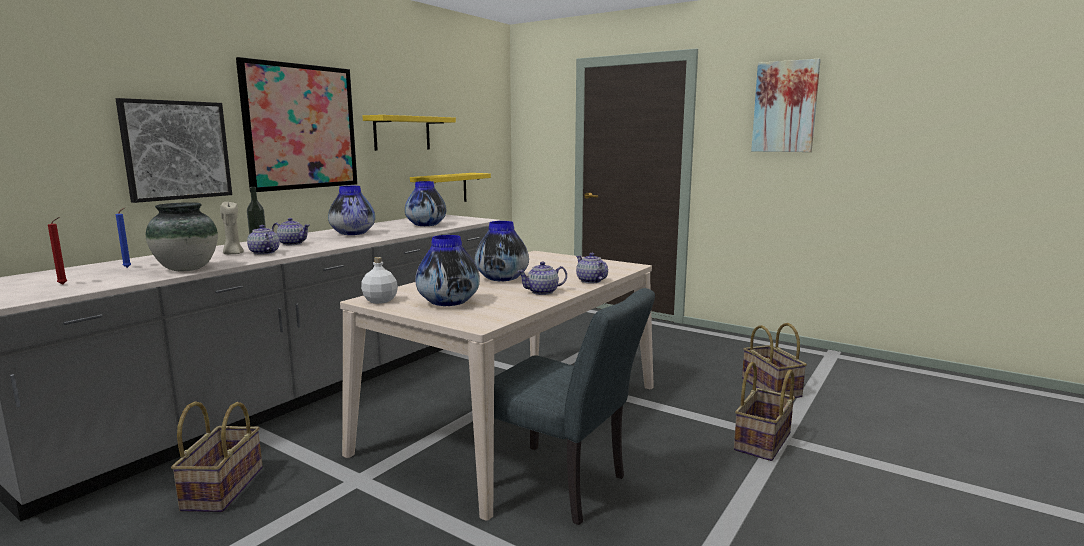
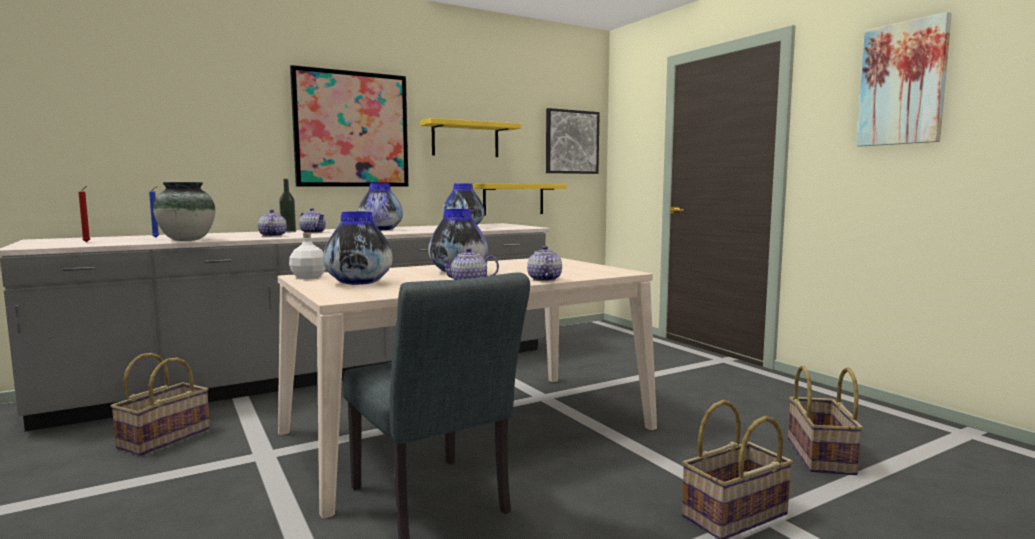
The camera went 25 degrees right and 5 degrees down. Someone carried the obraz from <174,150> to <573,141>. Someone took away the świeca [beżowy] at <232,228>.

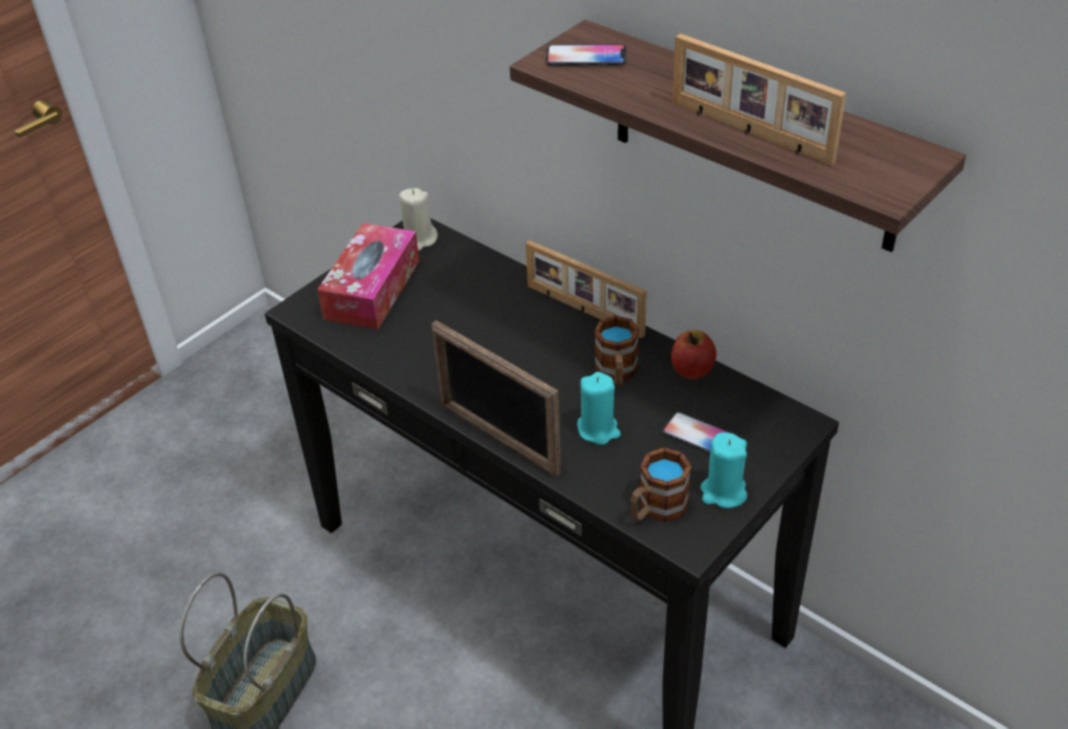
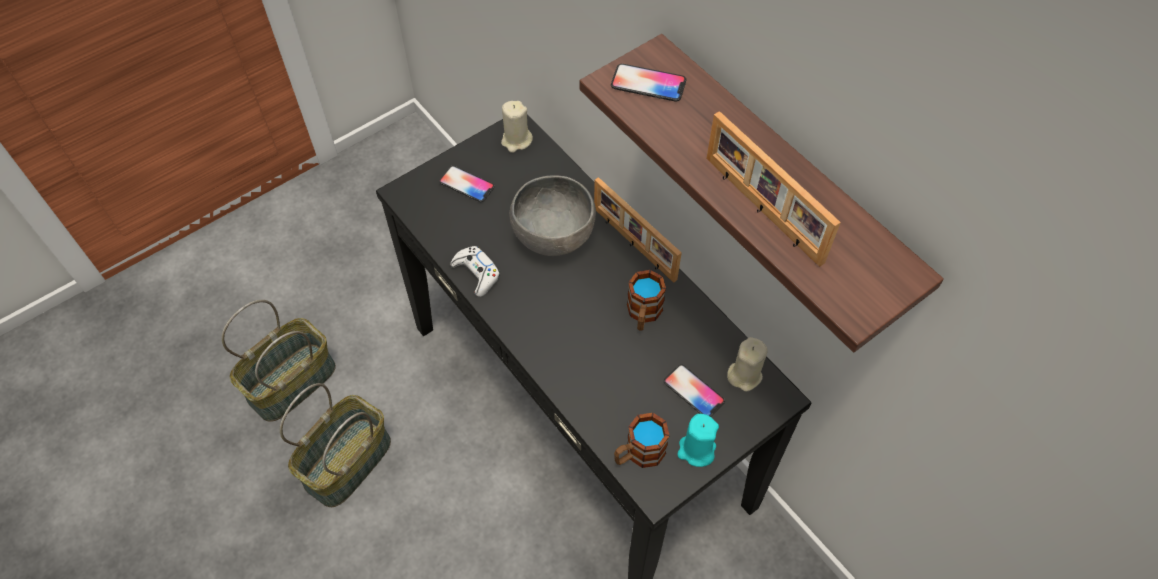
The camera went 10 degrees right and 15 degrees up. Someone swapped the pudełko chusteczek at <368,276> for the telefon at <467,184>. Someone took away the ramka na zdjęcie at <496,398>. Someone took away the świeca [turkusowy] at <599,408>. Someone took away the jabłko at <694,354>. Someone put down the koszyk at <278,361>. Someone put down the pad do gier [biały] at <475,271>. Someone put down the miska [szary] at <553,215>. Someone put down the świeca [beżowy] at <747,364>.

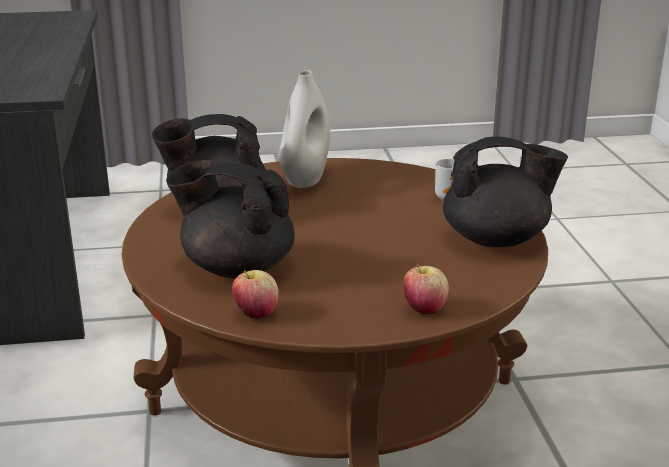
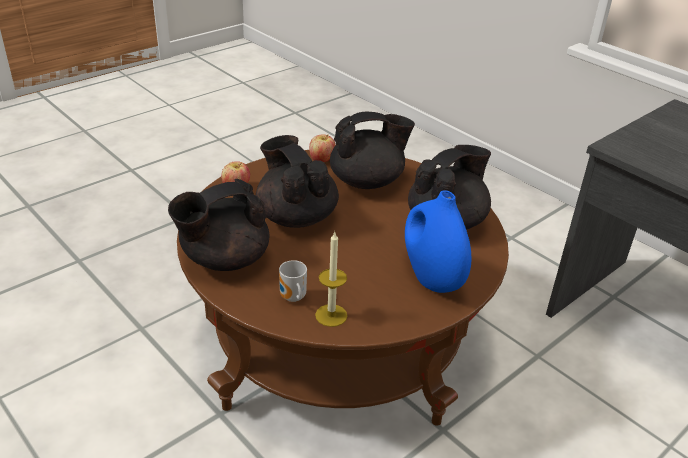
The camera went 145 degrees right and 10 degrees up. Someone repainted the wazon [biały] at <304,129>, which became the wazon [niebieski] at <438,241>. Someone put down the imbryk [czarny] at <297,181>. Someone put down the świeca at <331,279>.

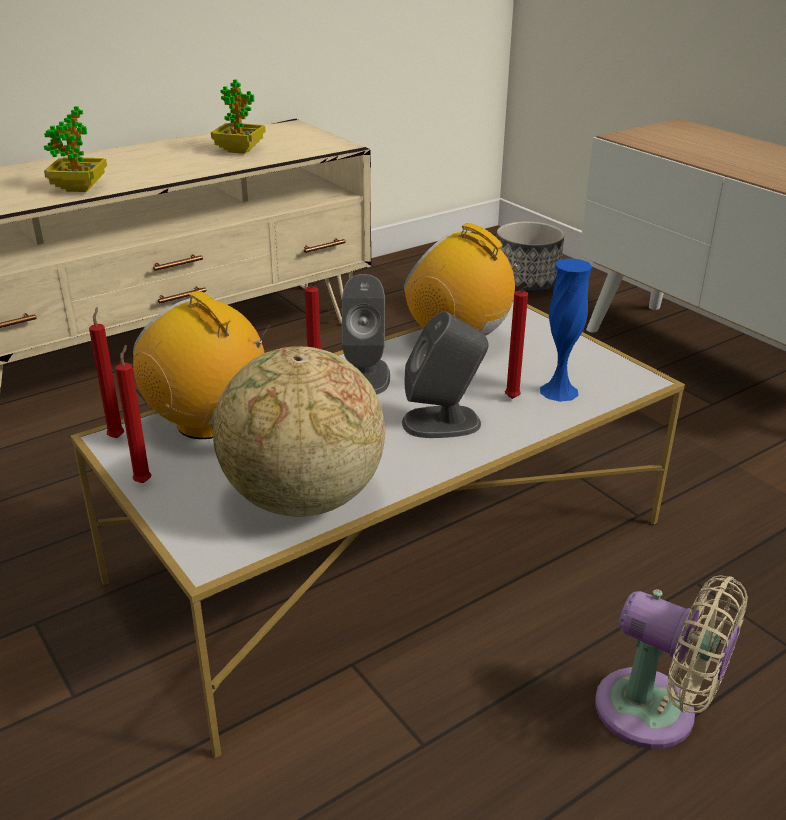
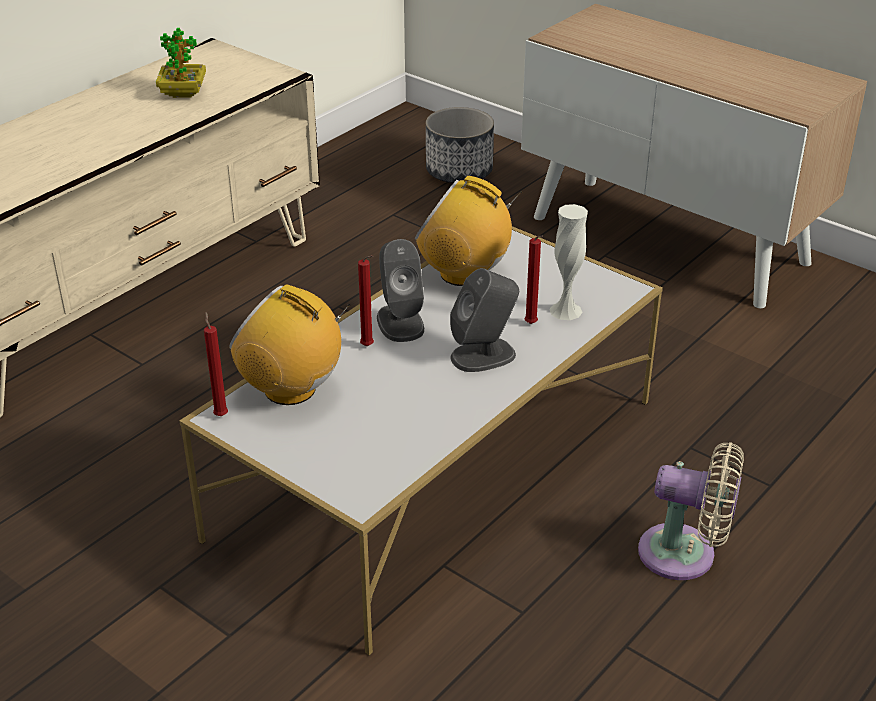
The camera went 15 degrees left and 5 degrees up. Someone took away the roślina doniczkowa at <75,149>. Someone took away the świeca [czerwony] at <133,413>. Someone took away the globus at <299,431>. Someone repainted the wazon [niebieski] at <566,330>, which became the wazon [biały] at <568,262>.

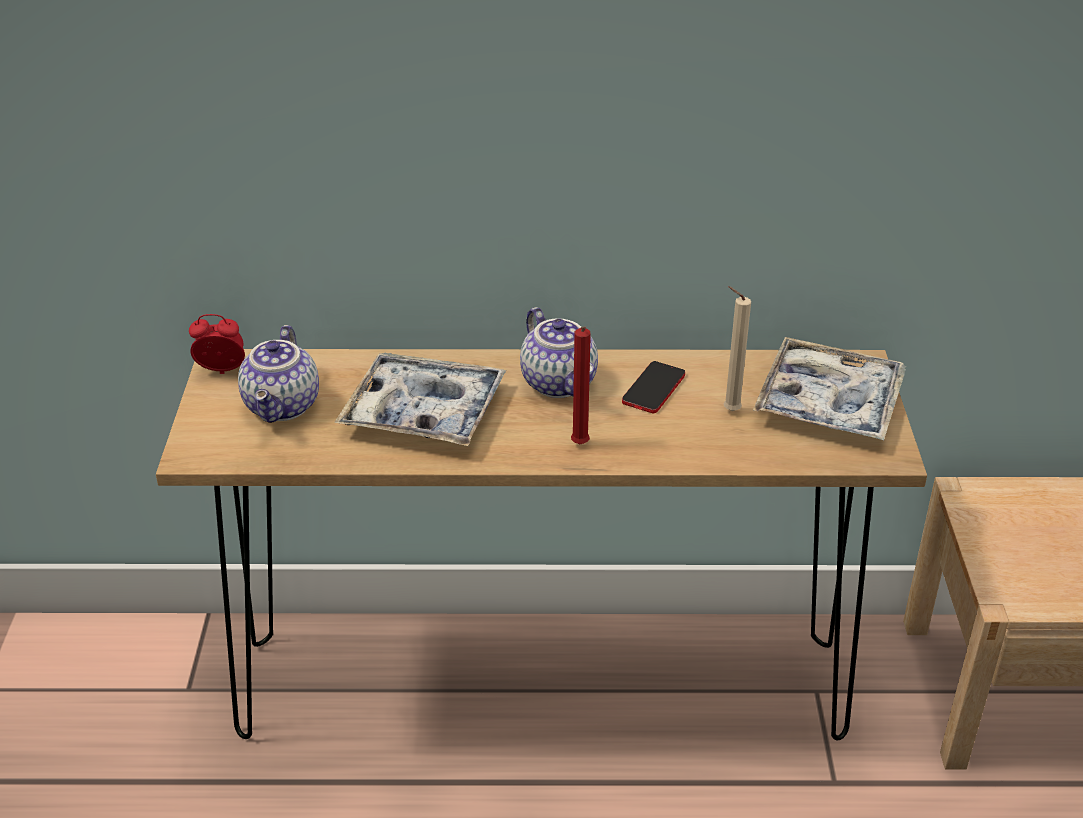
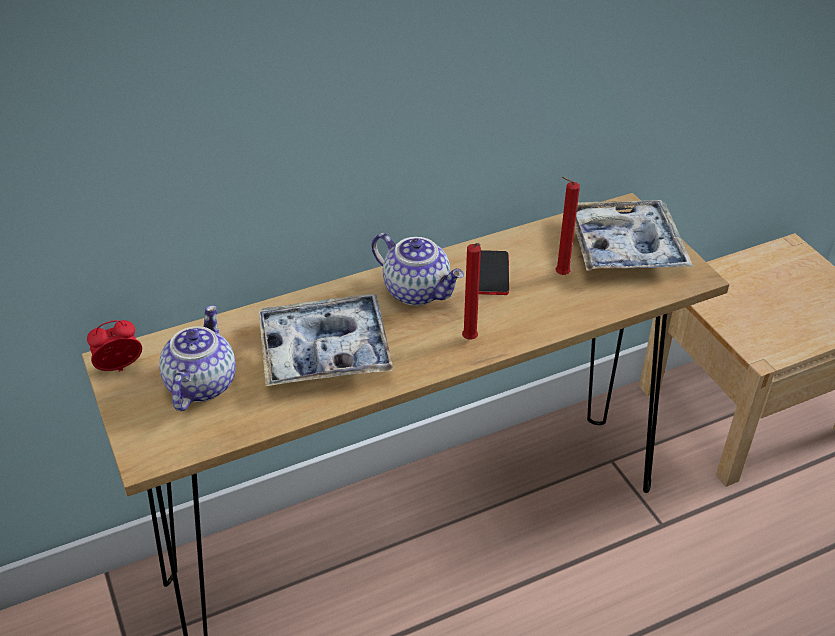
The camera went 25 degrees left and 5 degrees up. Someone rotated the imbryk at <278,374> by 150 degrees counterclockwise. Someone repainted the świeca [beżowy] at <737,348>, which became the świeca [czerwony] at <568,226>.

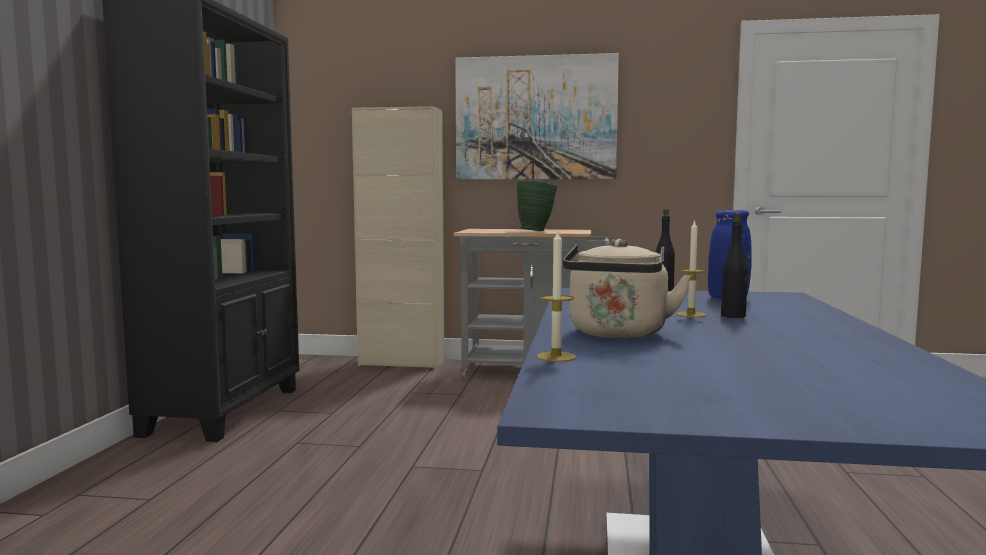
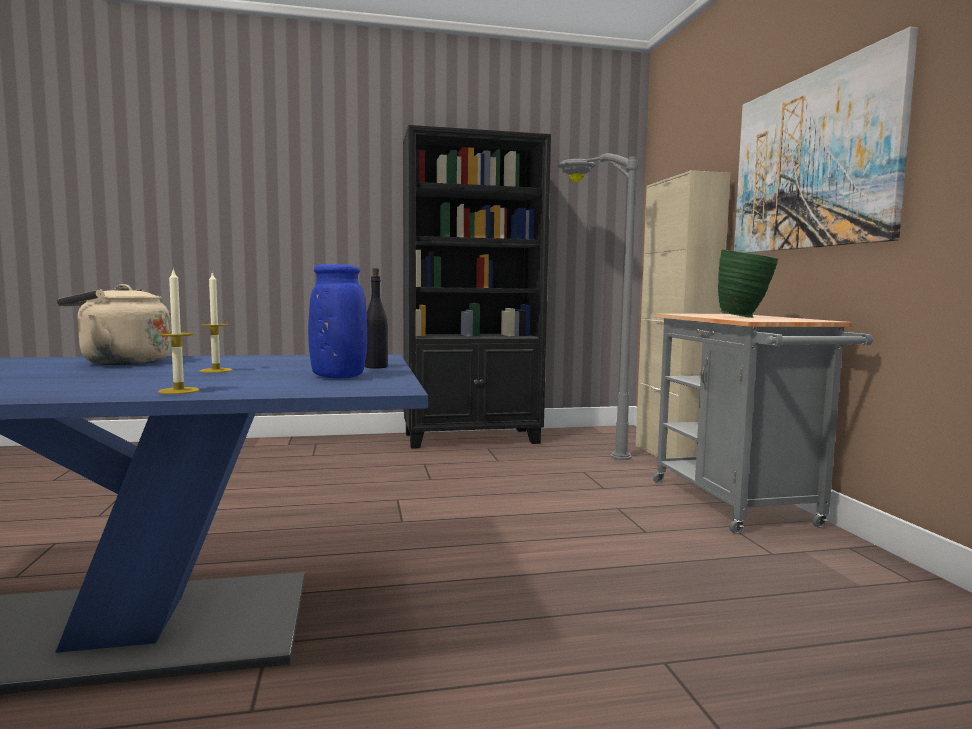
The camera went 70 degrees right and 0 degrees up. Someone carried the świeca from <556,296> to <179,331>. Someone took away the butelka [czarny] at <735,265>. Someone put down the lampa stojąca [szary] at <598,306>.

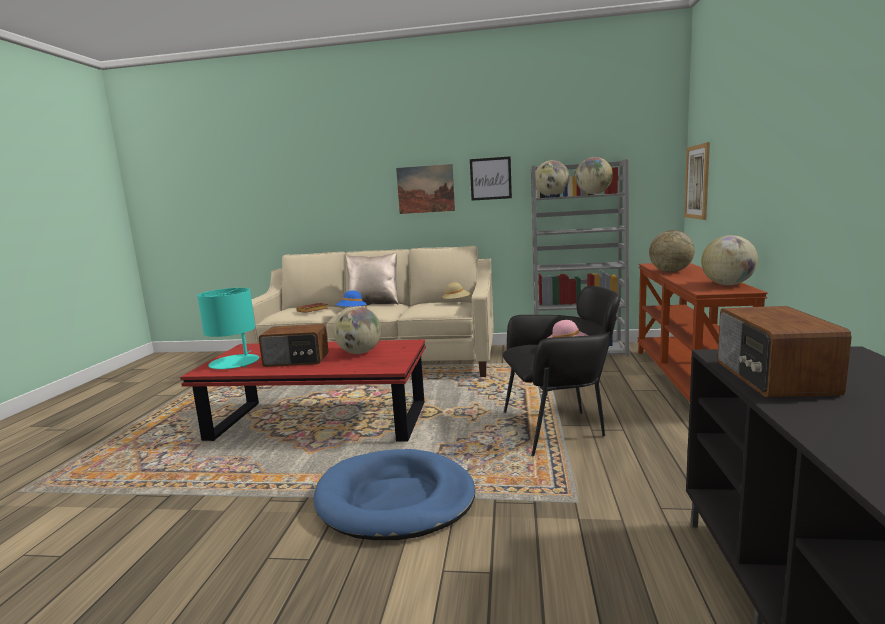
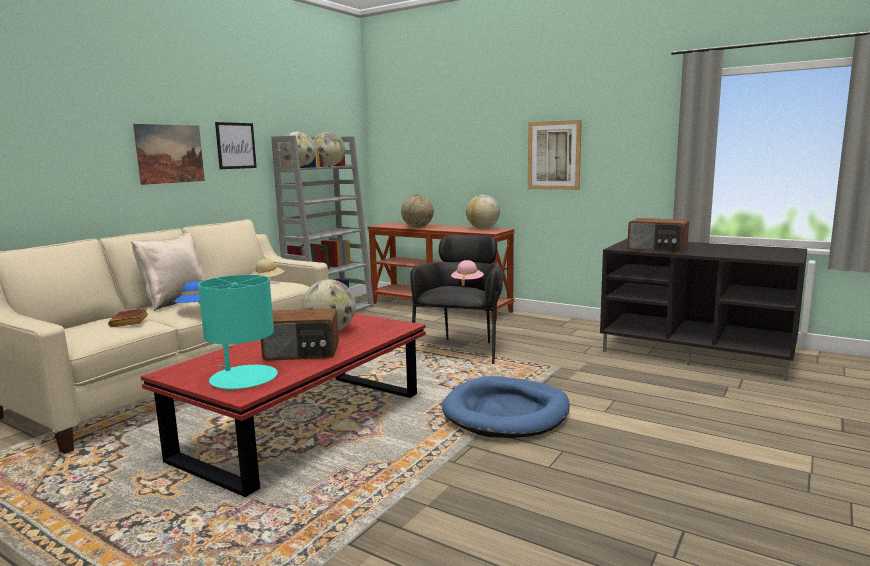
The camera went 65 degrees left and 0 degrees up. Someone rotated the radio at <294,345> by 60 degrees clockwise. Someone carried the obraz from <697,181> to <555,155>.

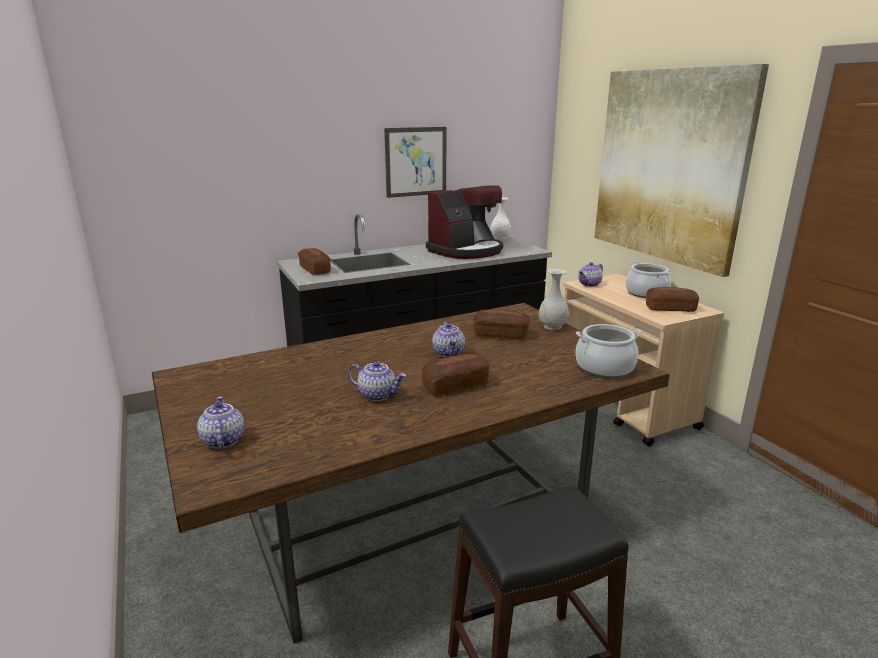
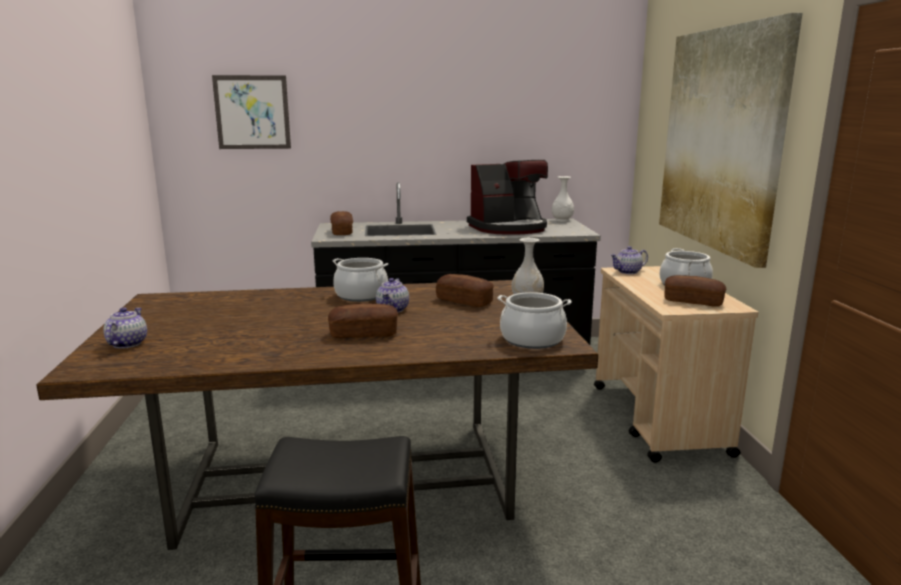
The camera went 20 degrees right and 5 degrees down. Someone took away the imbryk at <377,381>. Someone carried the obraz from <415,162> to <251,112>. Someone put down the garnek at <360,280>.

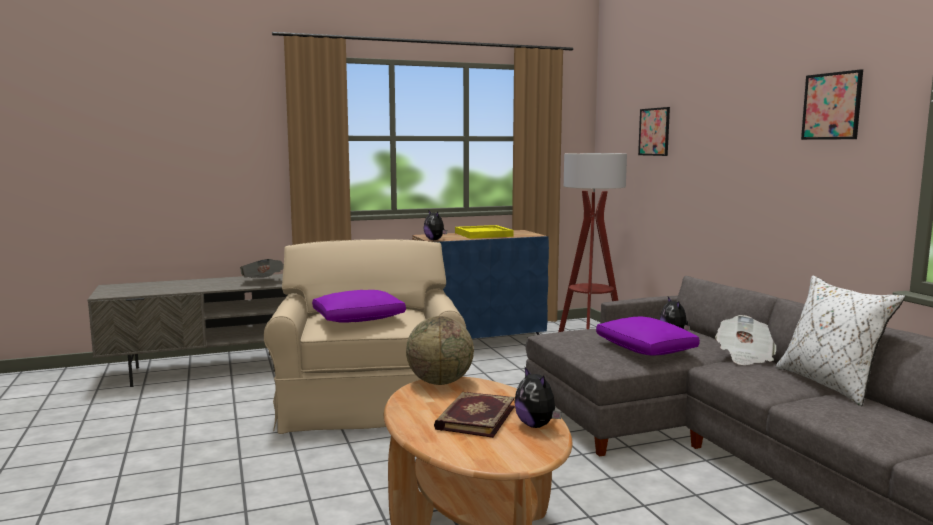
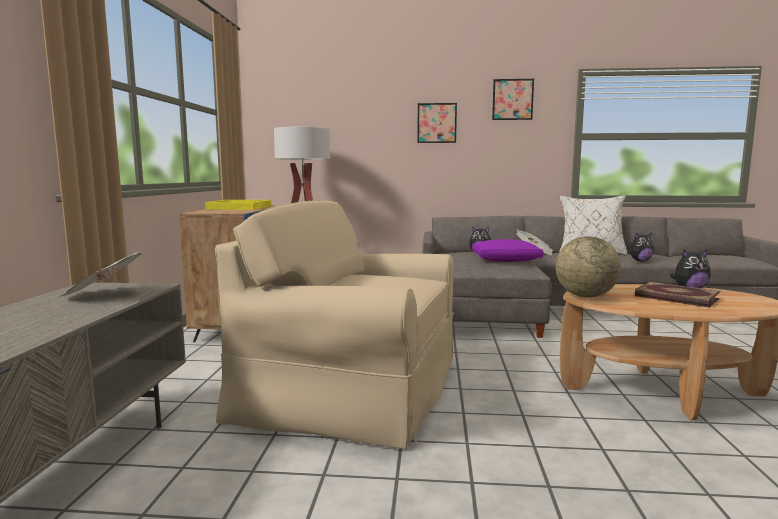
The camera went 65 degrees left and 0 degrees up. Someone took away the poduszka [fioletowy] at <359,306>. Someone carried the pluszak from <435,225> to <640,247>. Someone carried the obraz from <654,131> to <437,123>.

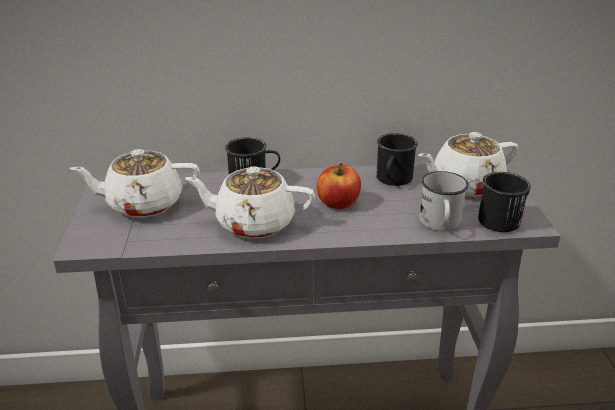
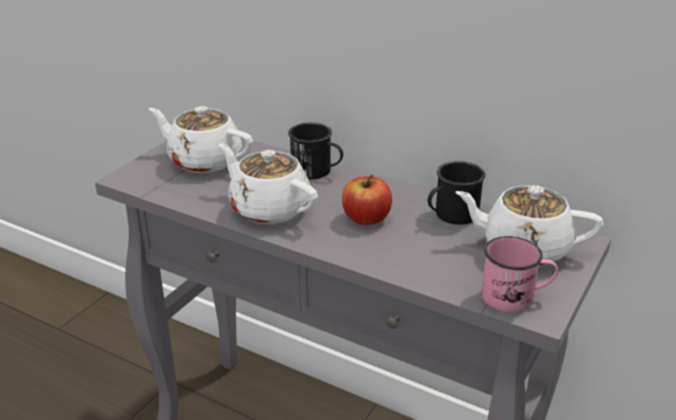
The camera went 35 degrees right and 0 degrees up. Someone took away the kubek [biały] at <444,201>. Someone repainted the kubek [czarny] at <504,202>, which became the kubek [różowy] at <520,274>.

